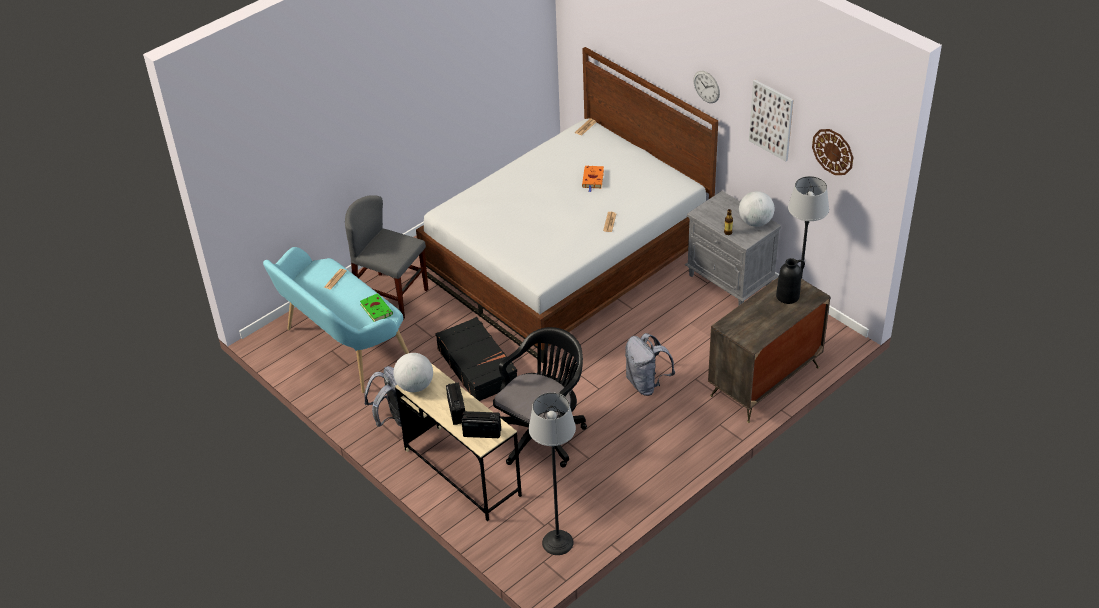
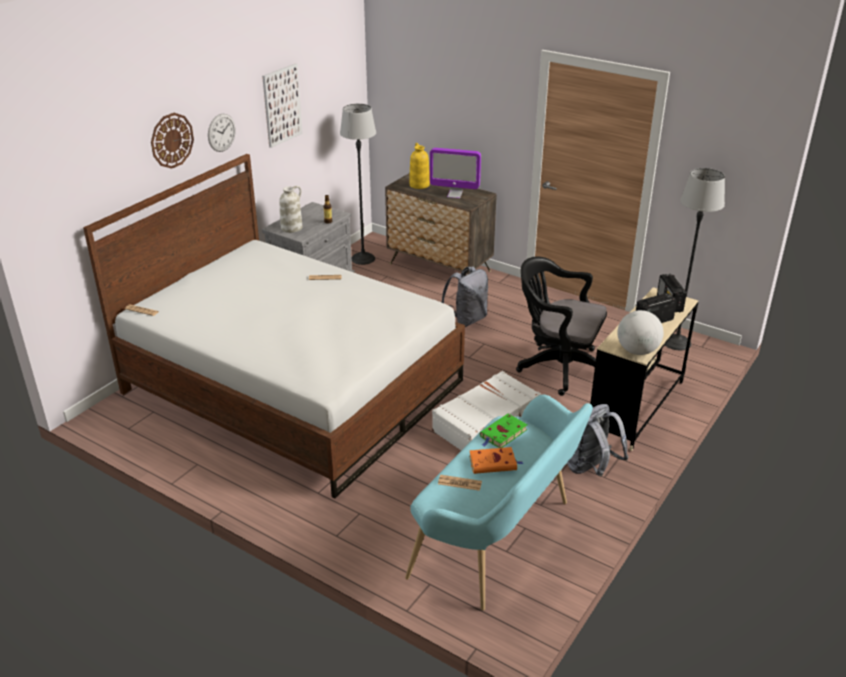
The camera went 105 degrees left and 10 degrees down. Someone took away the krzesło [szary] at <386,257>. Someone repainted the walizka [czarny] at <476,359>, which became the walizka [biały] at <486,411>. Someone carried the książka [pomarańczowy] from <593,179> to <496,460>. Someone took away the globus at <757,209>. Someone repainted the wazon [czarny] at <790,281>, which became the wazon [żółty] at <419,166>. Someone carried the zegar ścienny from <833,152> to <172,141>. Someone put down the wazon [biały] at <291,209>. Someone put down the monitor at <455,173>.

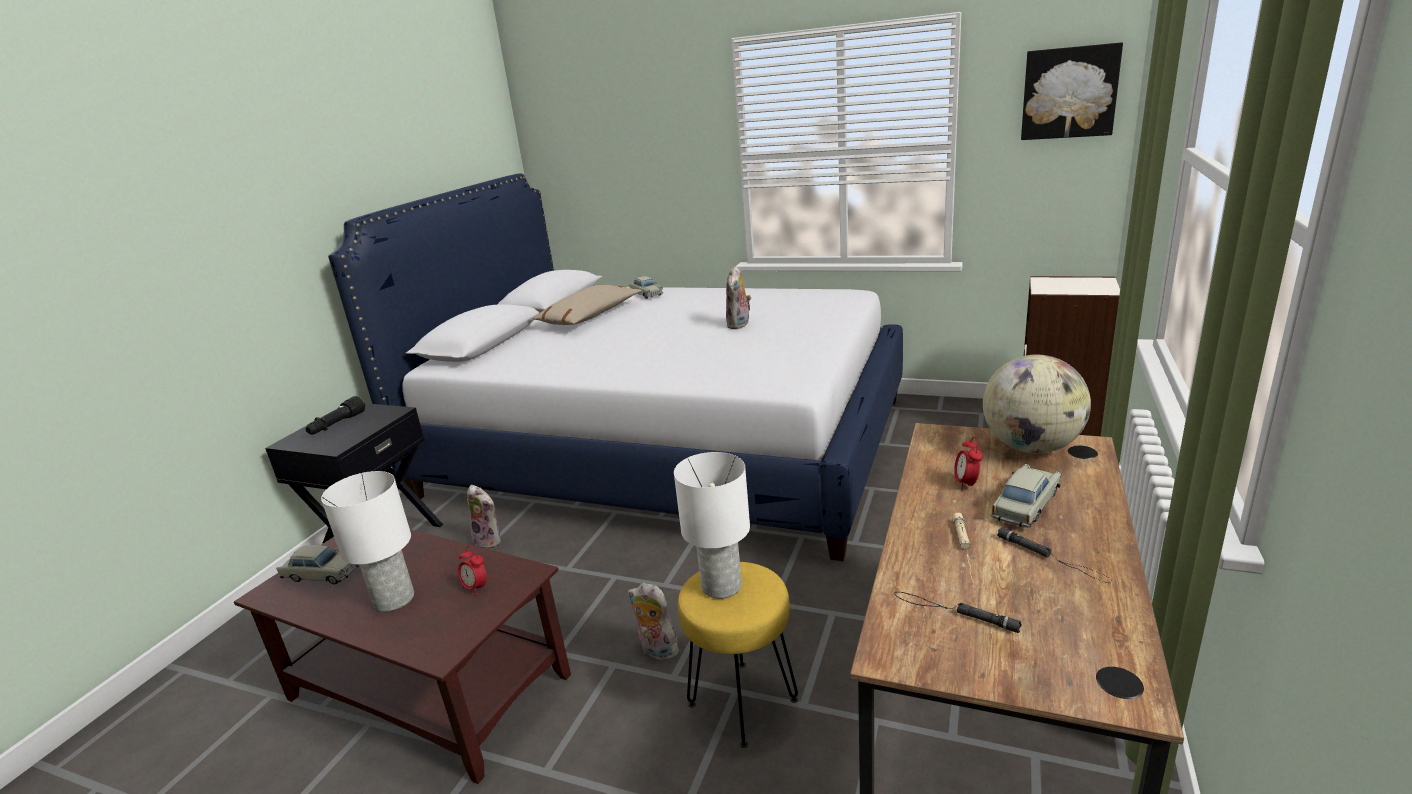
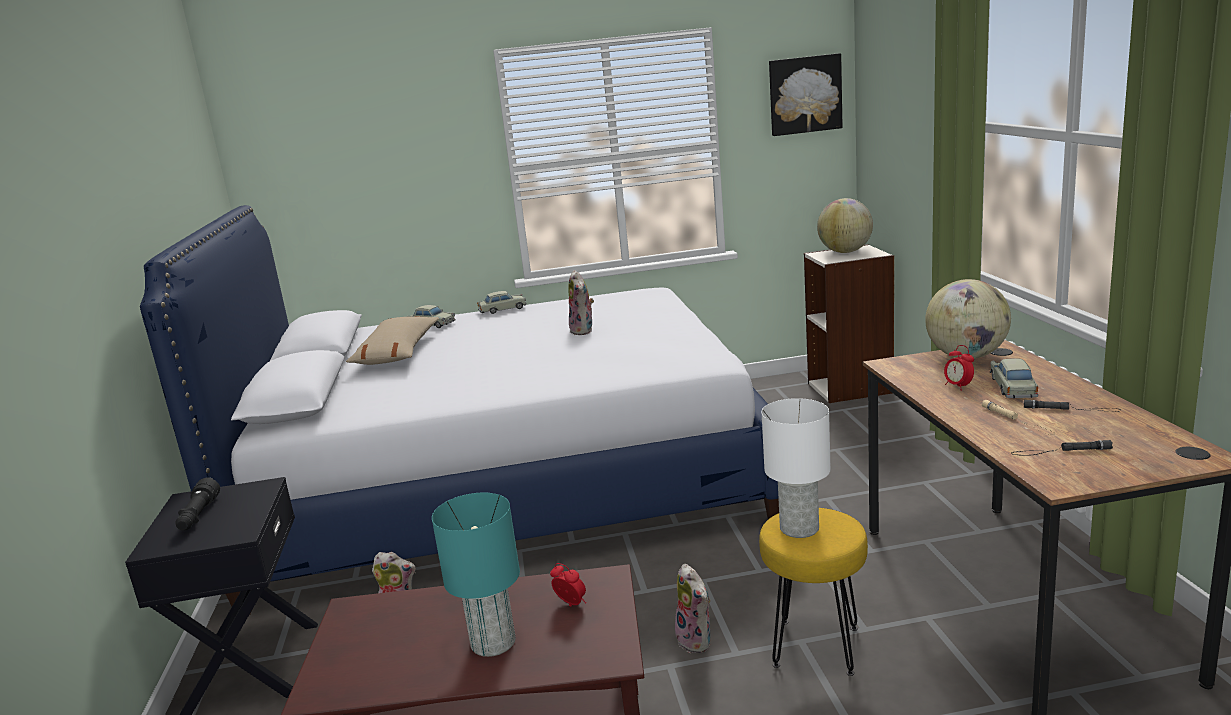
The camera went 30 degrees left and 5 degrees down. Someone carried the samochodzik [beżowy] from <317,564> to <501,302>. Someone repainted the lampa stołowa [biały] at <367,541>, which became the lampa stołowa [turkusowy] at <476,575>. Someone rotated the budzik at <472,570> by 150 degrees counterclockwise. Someone rotated the pluszak at <655,621> by 120 degrees counterclockwise. Someone put down the globus at <845,225>.

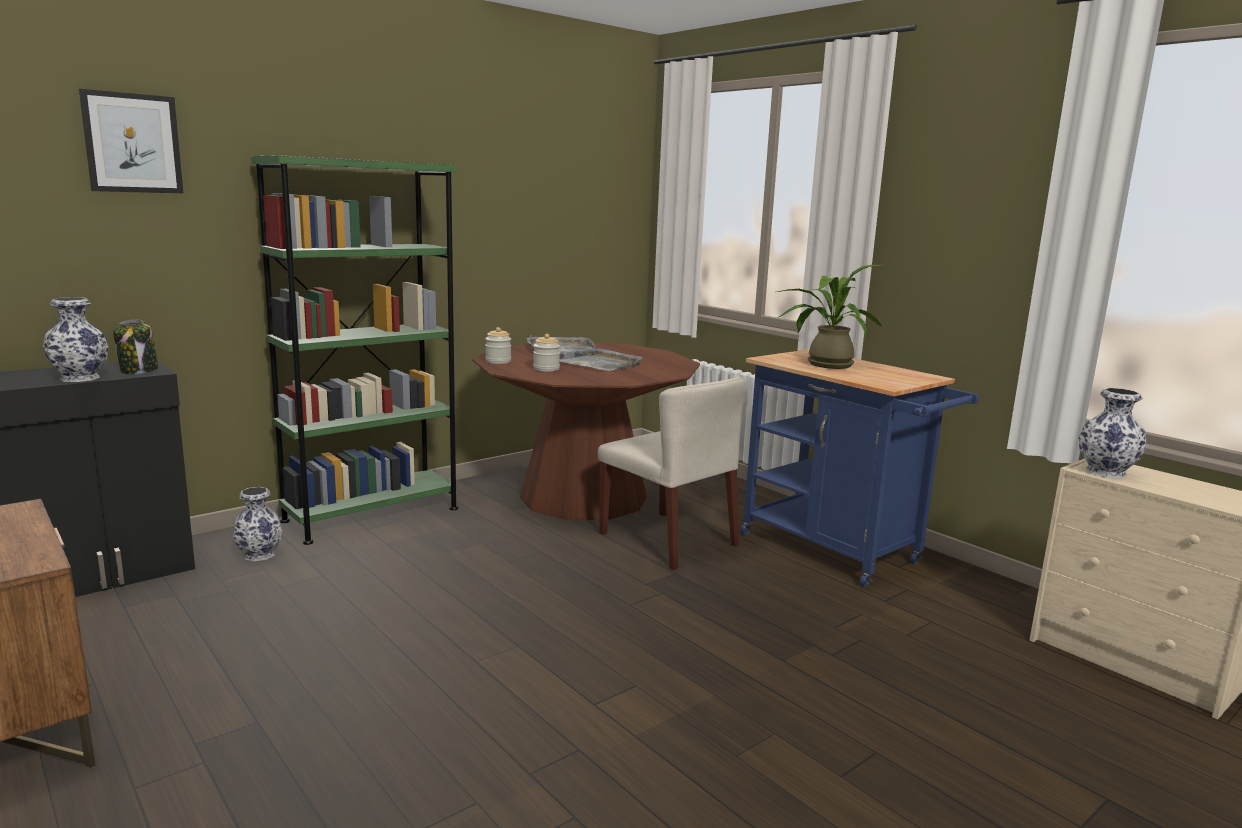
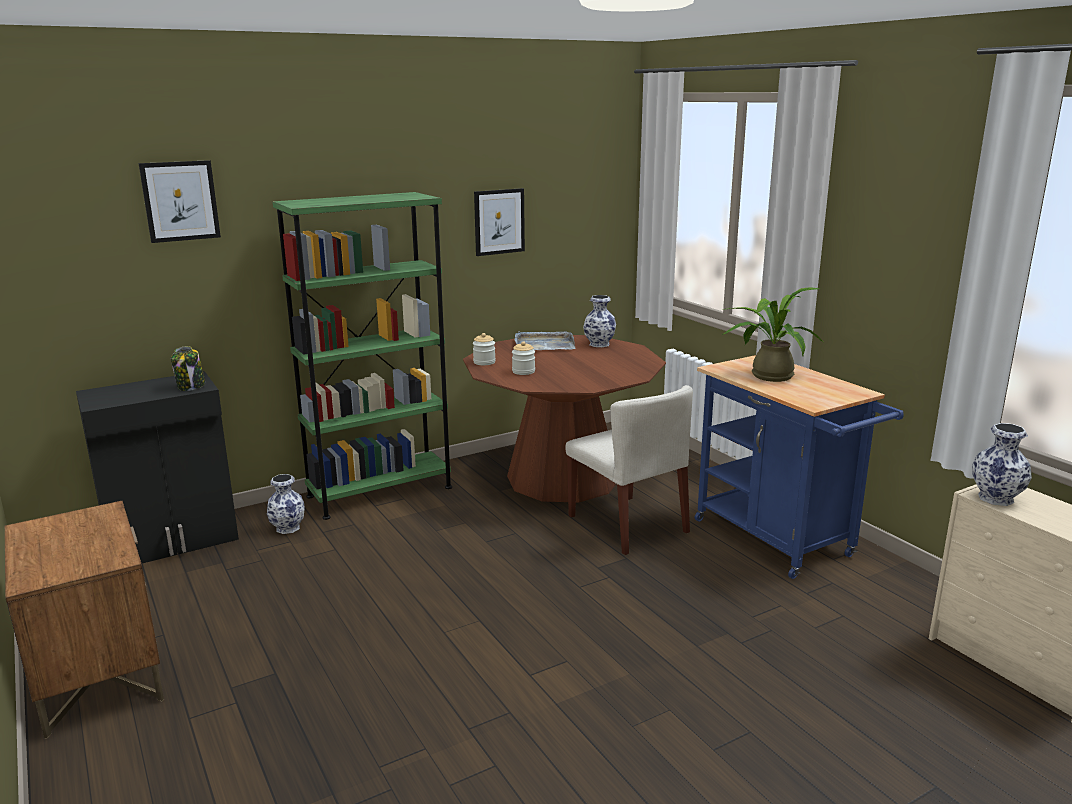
The camera went 10 degrees right and 5 degrees up. Someone carried the wazon from <76,339> to <599,321>. Someone took away the taca [szary] at <601,358>. Someone put up the obraz at <499,222>.

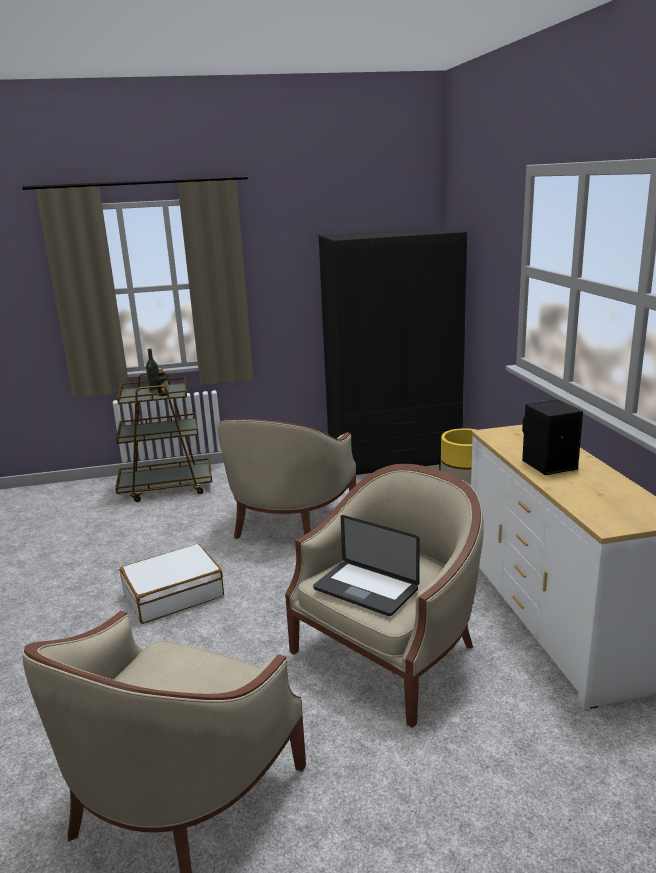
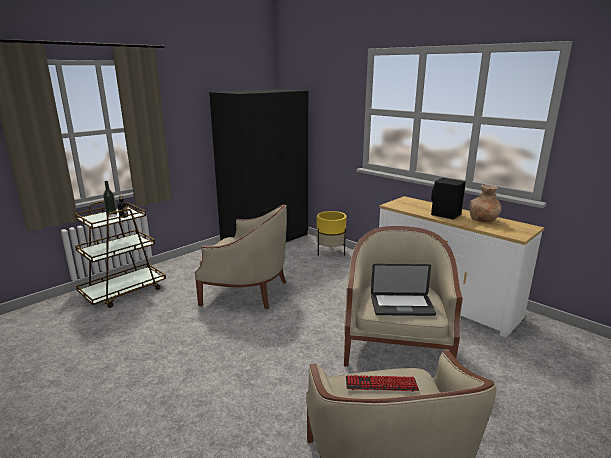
The camera went 35 degrees left and 0 degrees up. Someone took away the walizka [biały] at <171,584>. Someone rotated the fotel [beżowy] at <287,479> by 60 degrees counterclockwise. Someone put down the klawiatura at <382,383>. Someone put down the wazon [brązowy] at <485,203>.

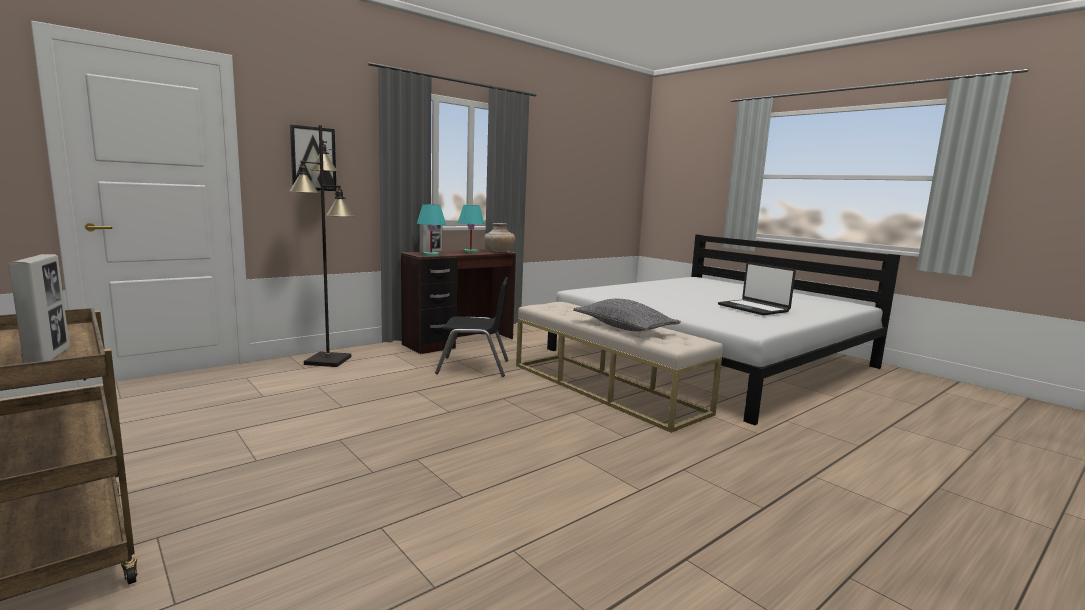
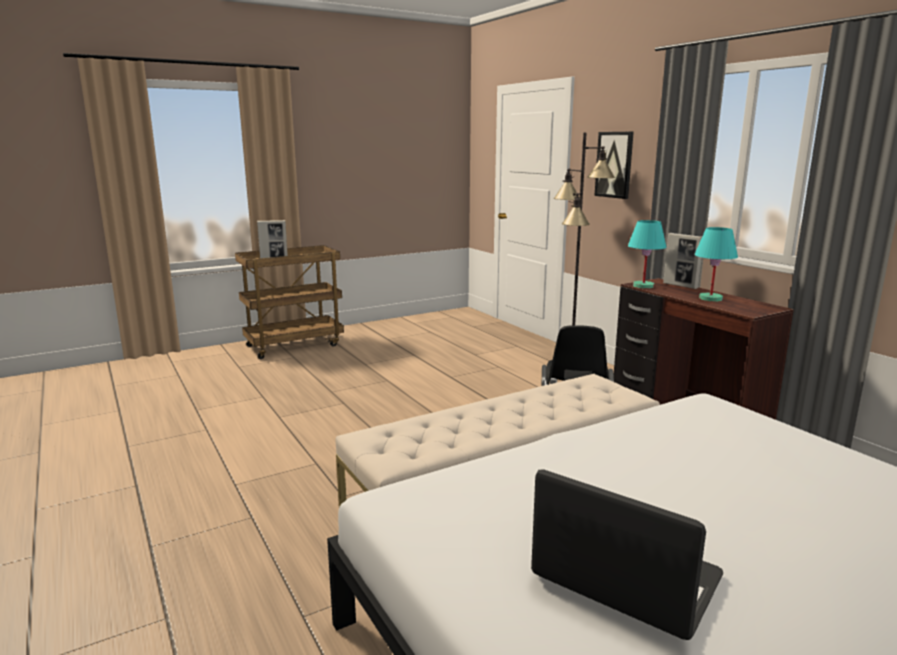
The camera went 100 degrees right and 5 degrees up. Someone took away the wazon [beżowy] at <499,237>. Someone took away the poduszka [szary] at <627,315>. Someone rotated the laptop at <757,288> by 60 degrees clockwise.

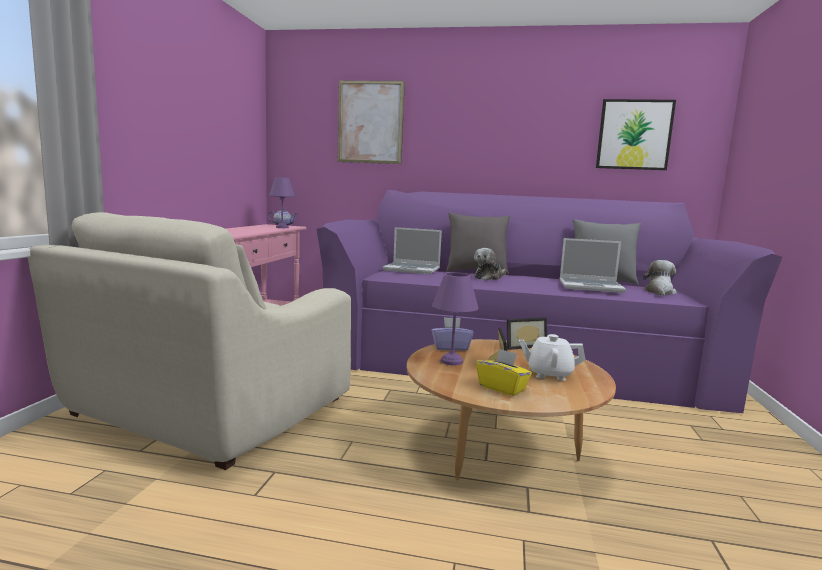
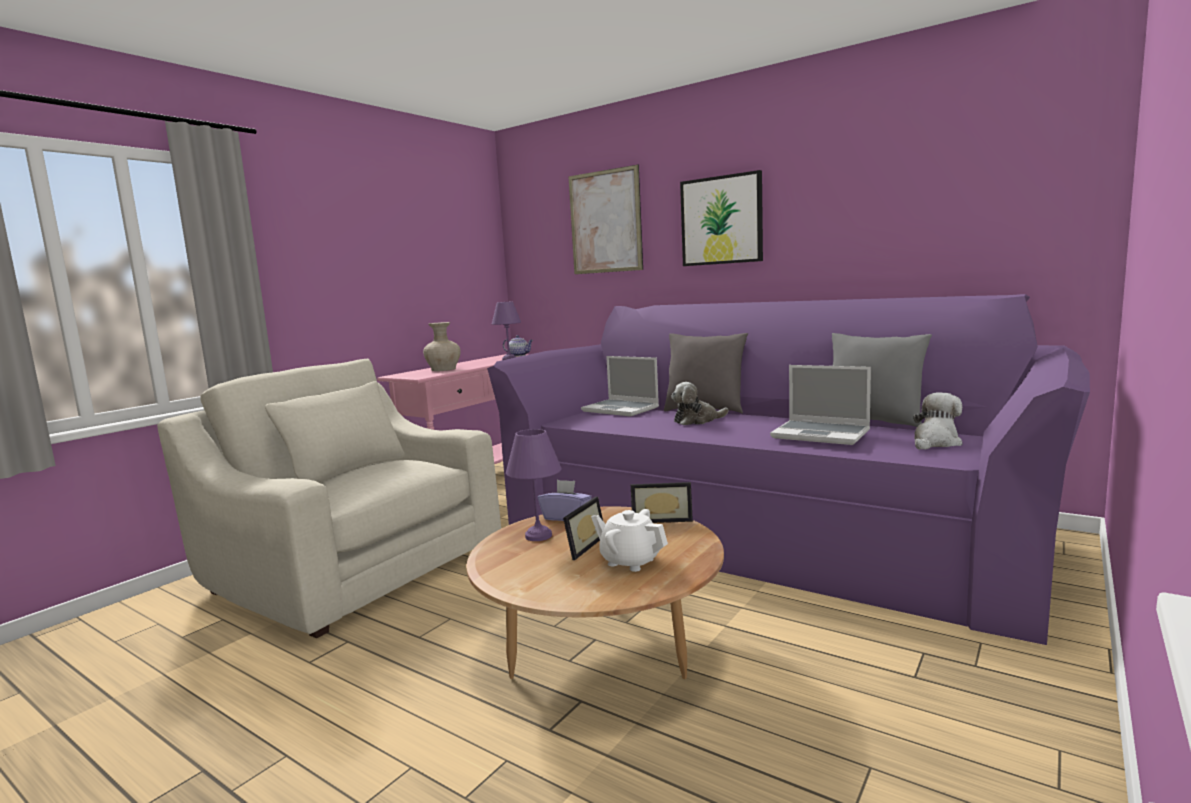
The camera went 25 degrees right and 0 degrees up. Someone rotated the fotel [beżowy] at <189,341> by 75 degrees clockwise. Someone took away the pudełko chusteczek [żółty] at <504,372>. Someone carried the obraz from <636,134> to <721,218>. Someone put down the wazon [beżowy] at <442,346>.

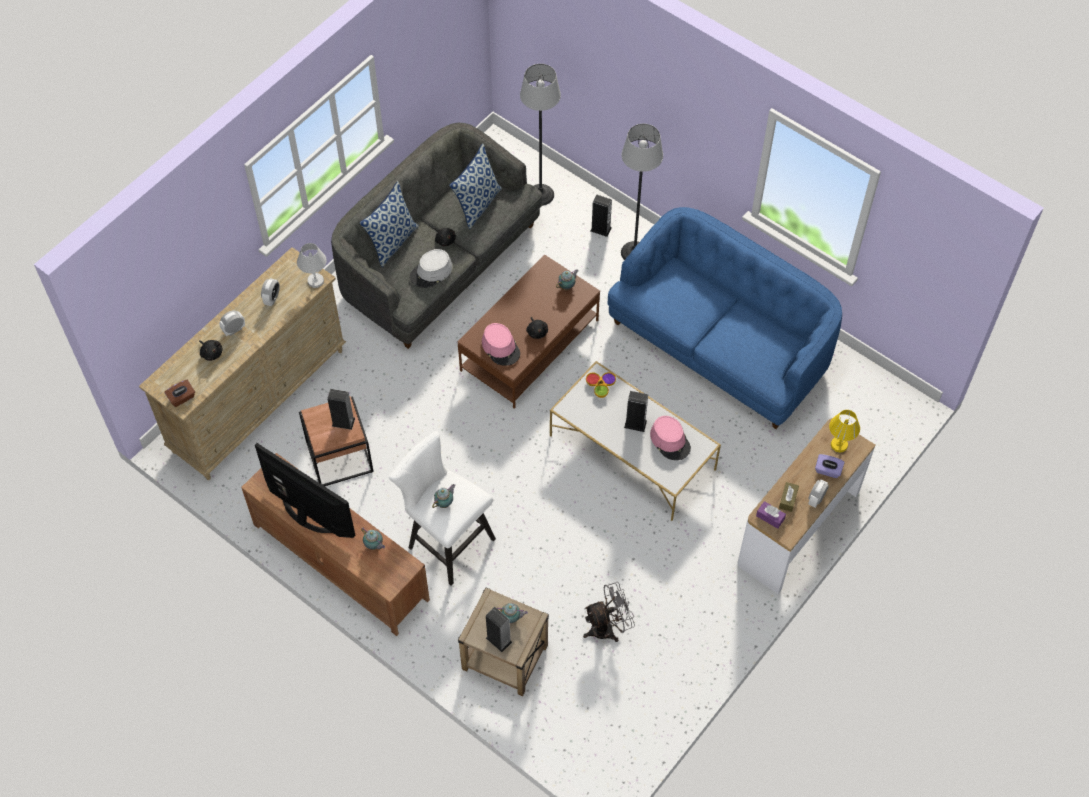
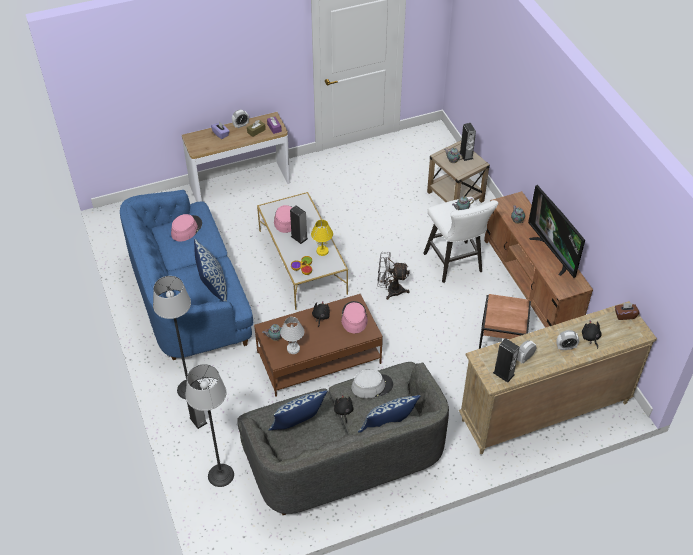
The camera went 150 degrees left and 10 degrees down. Someone carried the lampa stołowa [biały] from <312,265> to <292,335>. Someone carried the głośnik from <341,409> to <506,360>. Someone carried the wentylator [szary] from <609,612> to <393,276>. Someone carried the lampa stołowa [żółty] from <844,431> to <322,238>. Someone put down the kapelusz [różowy] at <186,227>. Someone put down the poduszka at <210,269>.

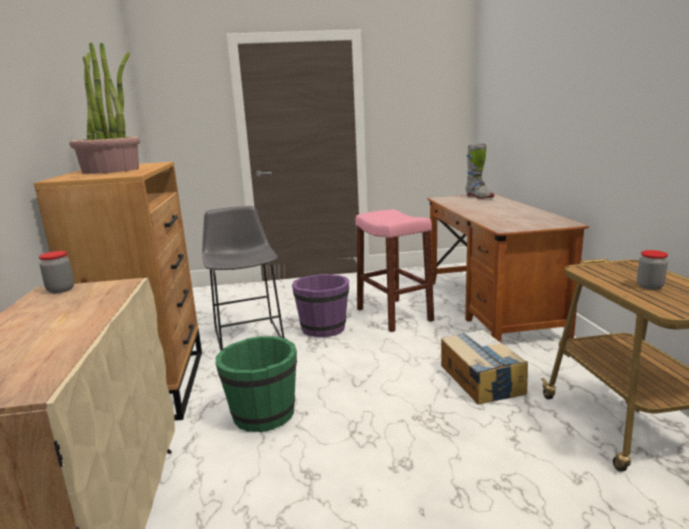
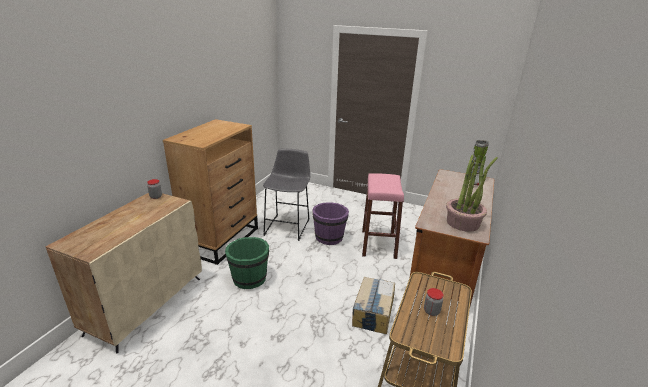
The camera went 30 degrees right and 10 degrees up. Someone carried the roślina doniczkowa from <104,108> to <472,193>.

